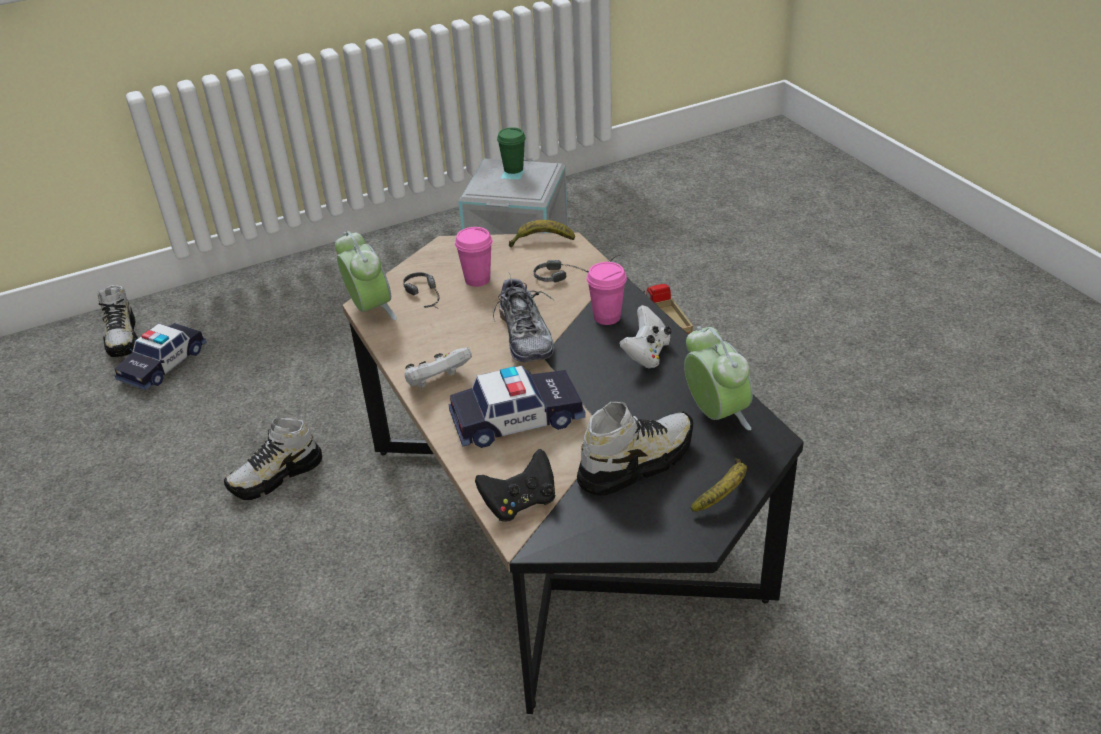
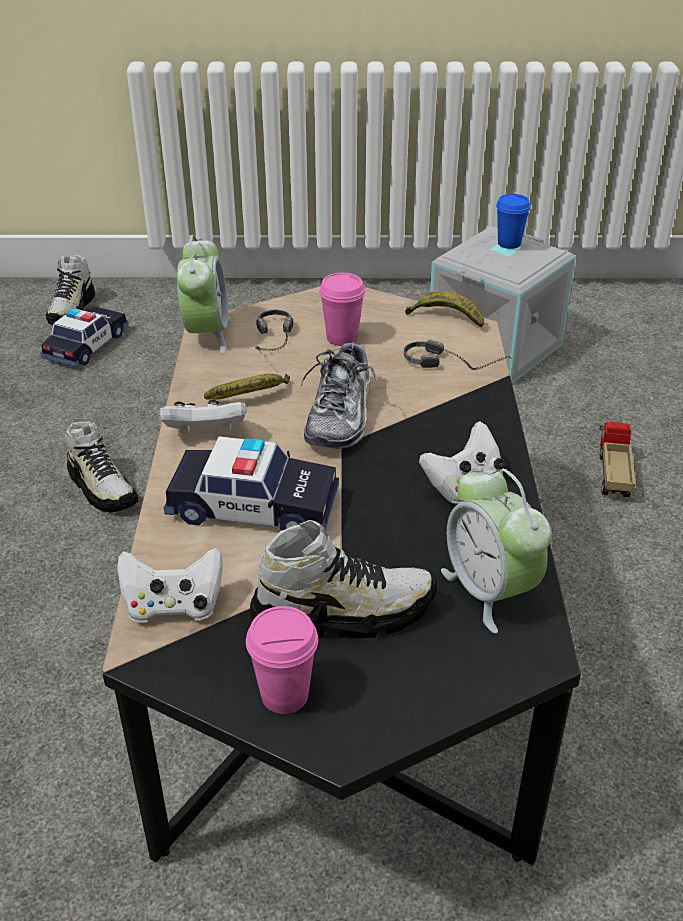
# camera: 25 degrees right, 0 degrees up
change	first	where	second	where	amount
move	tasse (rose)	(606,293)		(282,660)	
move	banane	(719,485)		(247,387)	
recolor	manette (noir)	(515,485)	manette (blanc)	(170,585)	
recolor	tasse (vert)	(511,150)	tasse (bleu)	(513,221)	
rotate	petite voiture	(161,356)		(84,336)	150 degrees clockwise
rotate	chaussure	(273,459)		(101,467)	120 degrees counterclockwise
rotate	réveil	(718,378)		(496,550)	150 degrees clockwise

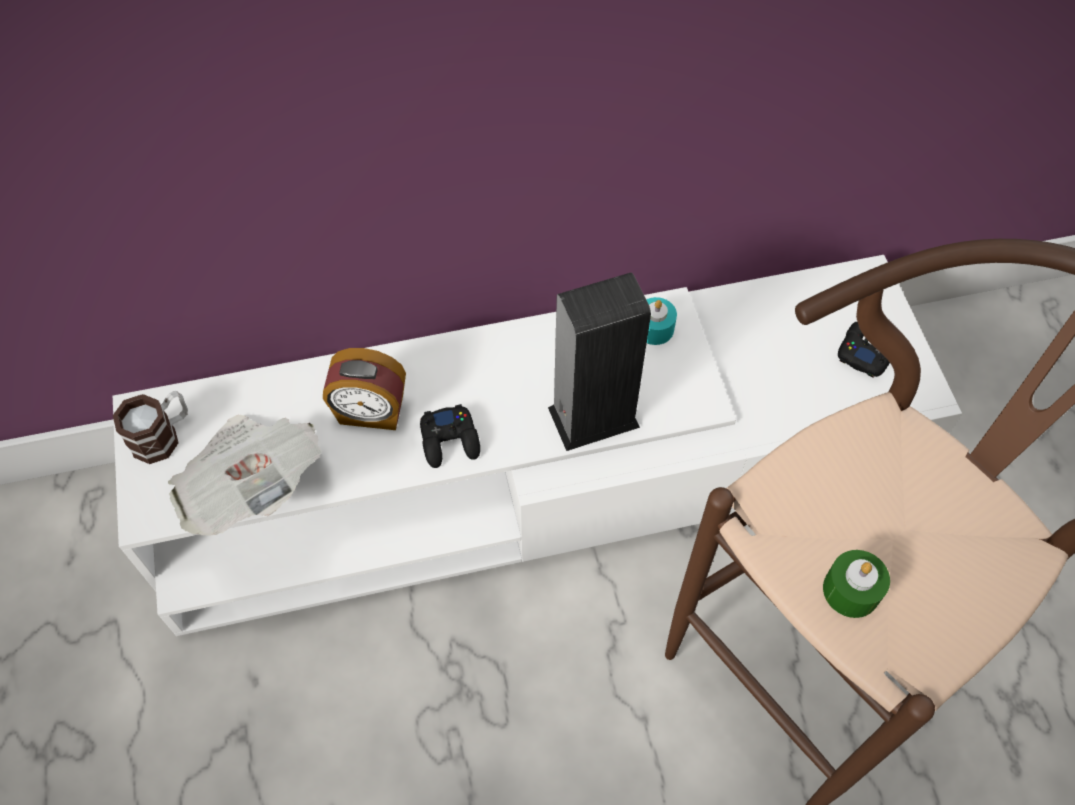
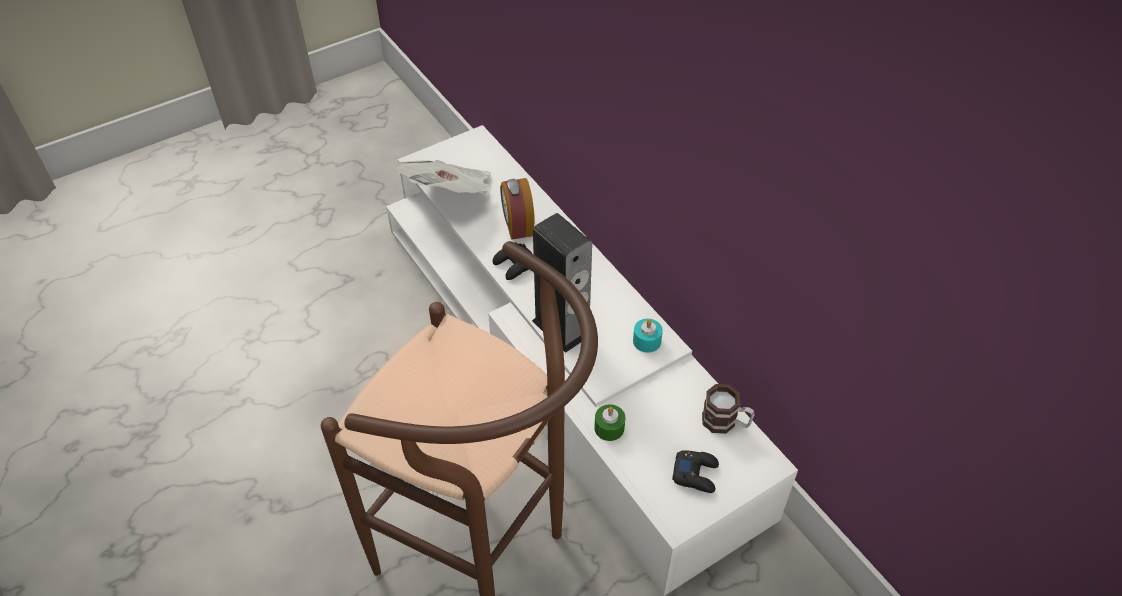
# camera: 70 degrees right, 10 degrees down
change	first	where	second	where	amount
move	mug	(150,427)		(728,409)	
move	bougie (vert)	(856,584)		(609,422)	

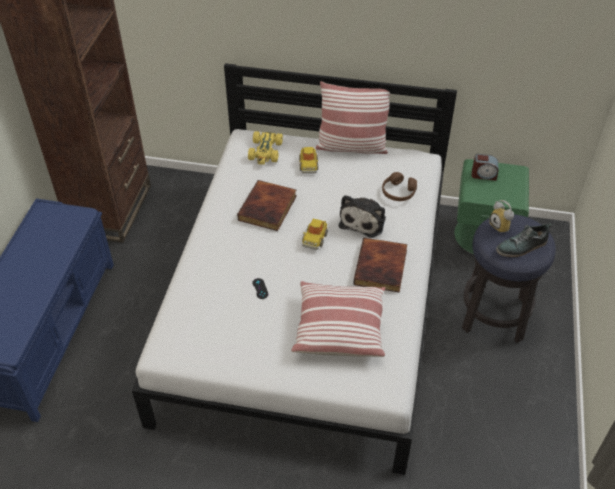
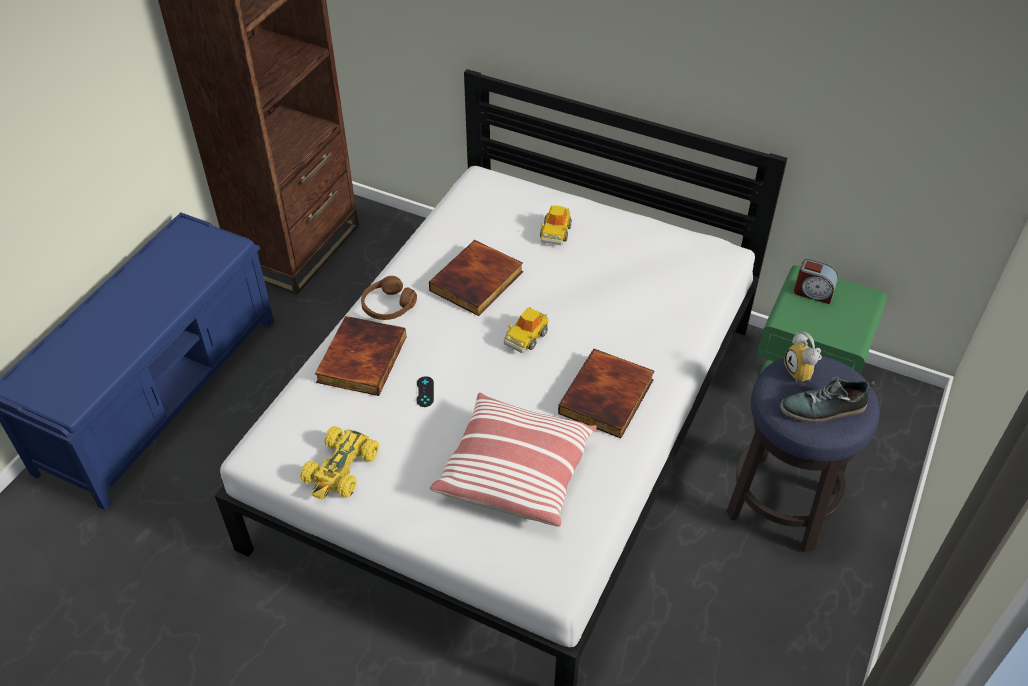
# camera: 15 degrees right, 0 degrees up
change	first	where	second	where	amount
delete	coussin	(353,117)			
delete	peluche	(362,216)			
insert			livre	(360,356)	
move	petite voiture (jaune)	(265,148)		(339,463)	
move	casque audio (marron)	(399,186)		(389,298)	

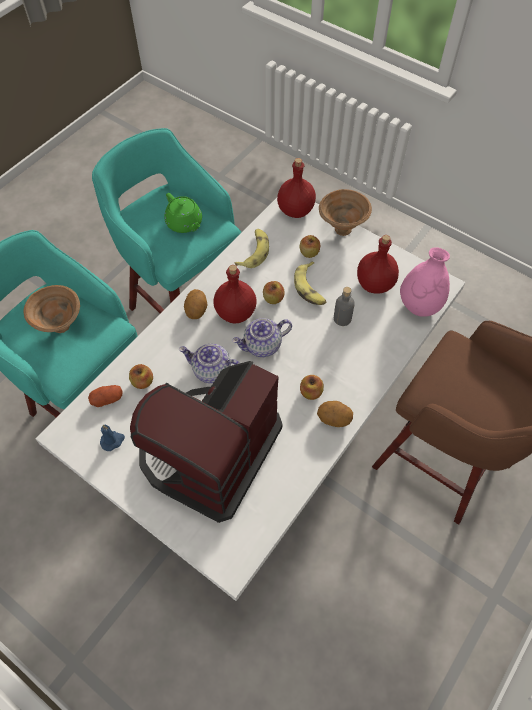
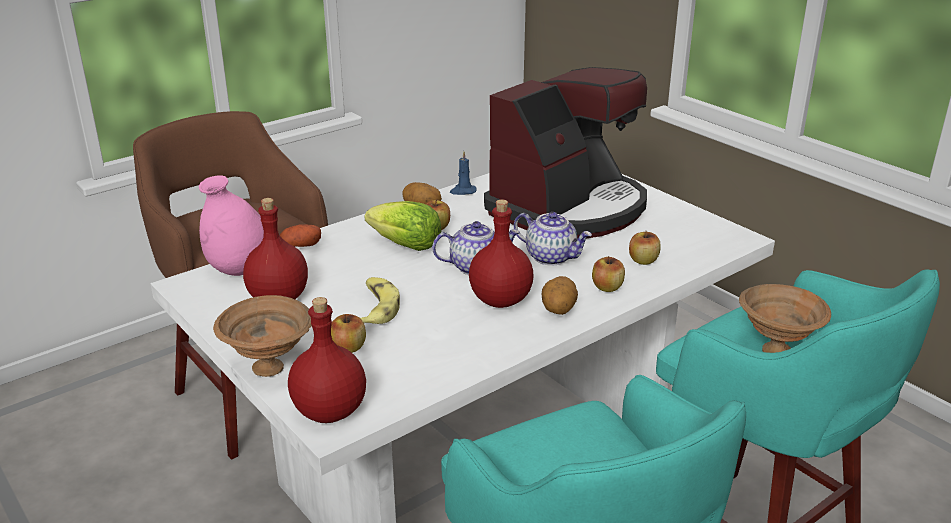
# camera: 165 degrees left, 30 degrees down
change	first	where	second	where	amount
delete	théière (vert)	(183,213)			
delete	banane	(252,248)			
delete	bouteille (gris)	(344,306)			
insert			laitue	(403,226)	
move	pomme de terre	(105,396)		(300,235)	
move	bougie (bleu)	(112,438)		(463,173)	
move	pomme	(274,292)		(608,274)	

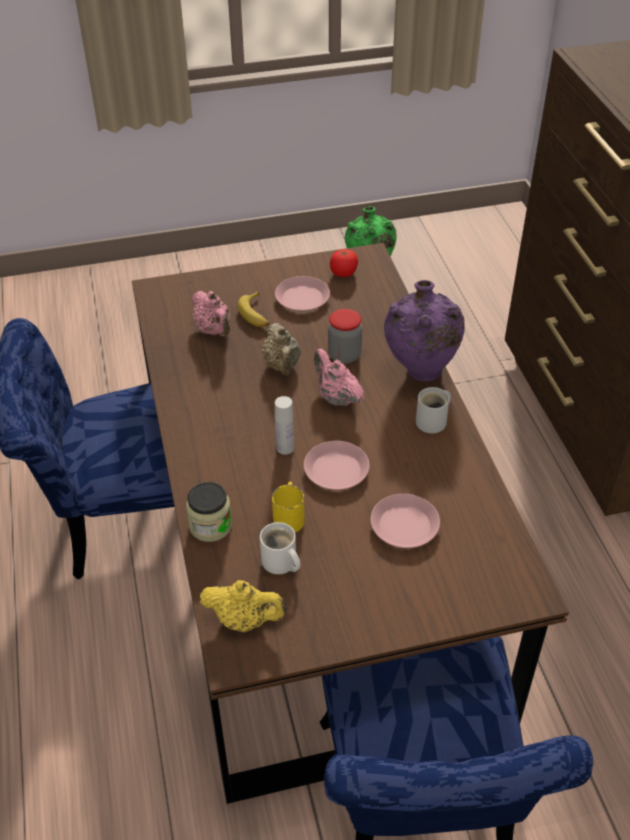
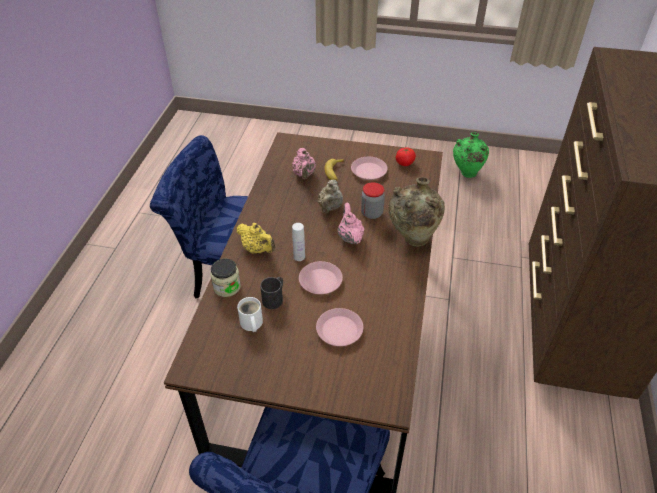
# camera: 25 degrees right, 0 degrees up
change	first	where	second	where	amount
delete	mug (blanc)	(433,410)			
move	théière (jaune)	(243,606)		(255,238)	
recolor	mug (jaune)	(288,507)	mug (noir)	(271,293)	
recolor	vase (violet)	(424,330)	vase (beige)	(416,212)	

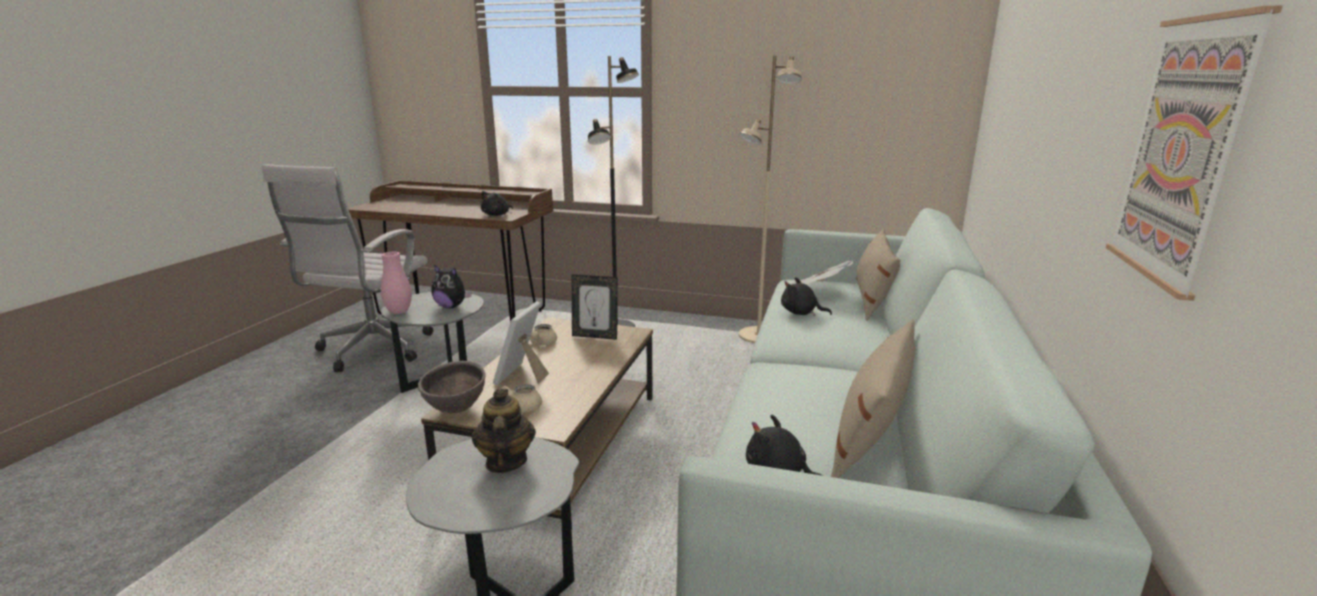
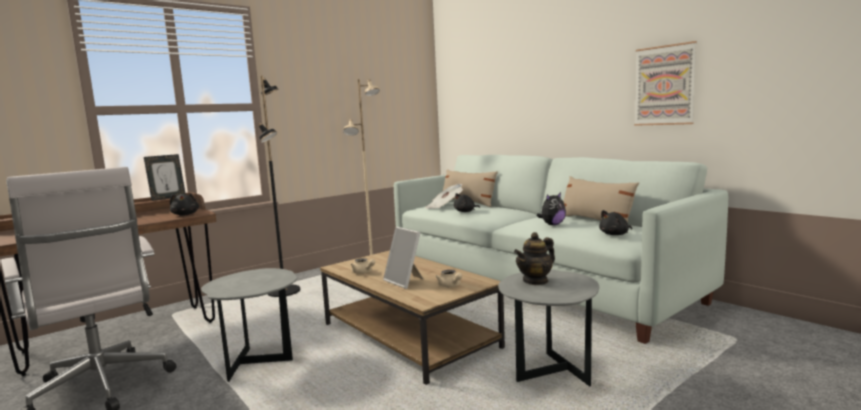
# camera: 55 degrees left, 10 degrees down
change	first	where	second	where	amount
delete	vase (rose)	(396,283)			
delete	bol (marron)	(451,387)			
move	peluche	(451,286)		(551,208)	
move	cadre photo	(595,307)		(165,177)	
rotate	théière	(504,430)		(534,258)	60 degrees counterclockwise

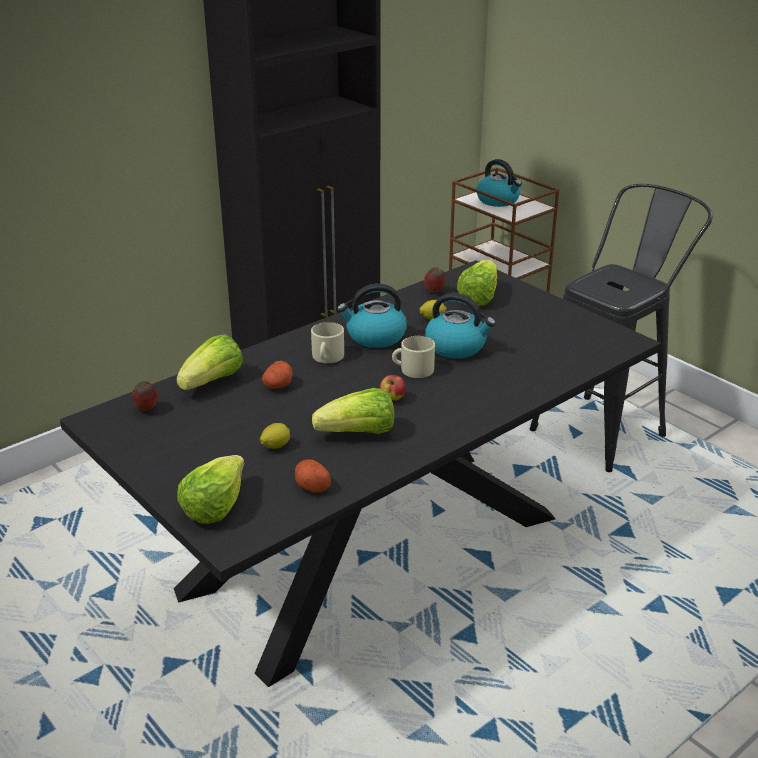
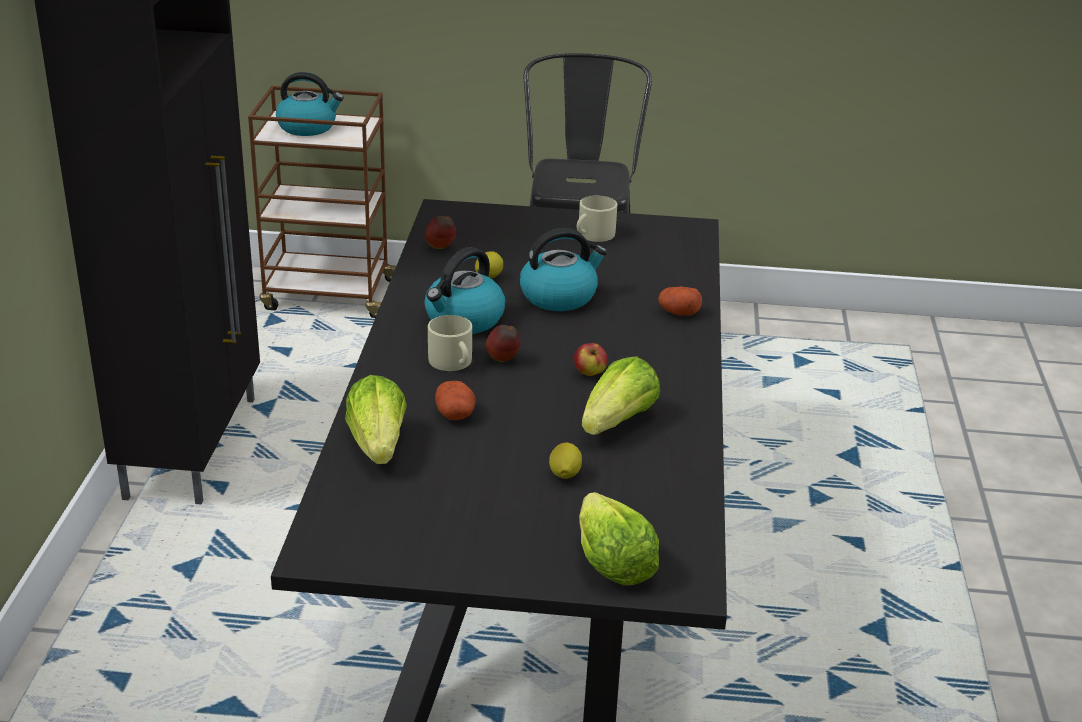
# camera: 45 degrees left, 0 degrees up
change	first	where	second	where	amount
delete	laitue	(477,283)			
move	pomme	(145,395)		(503,343)	
move	pomme de terre	(313,476)		(680,301)	
move	mug (beige)	(413,357)		(597,218)	

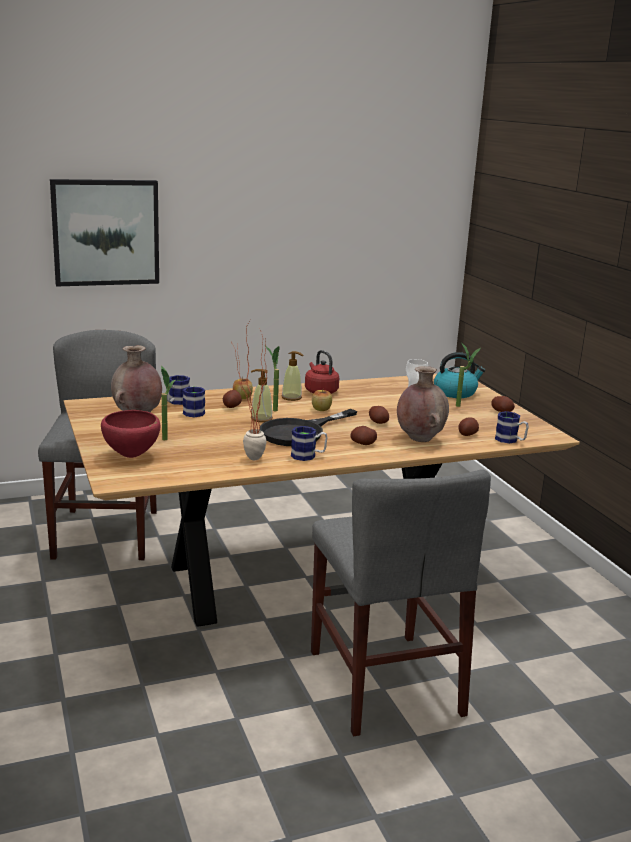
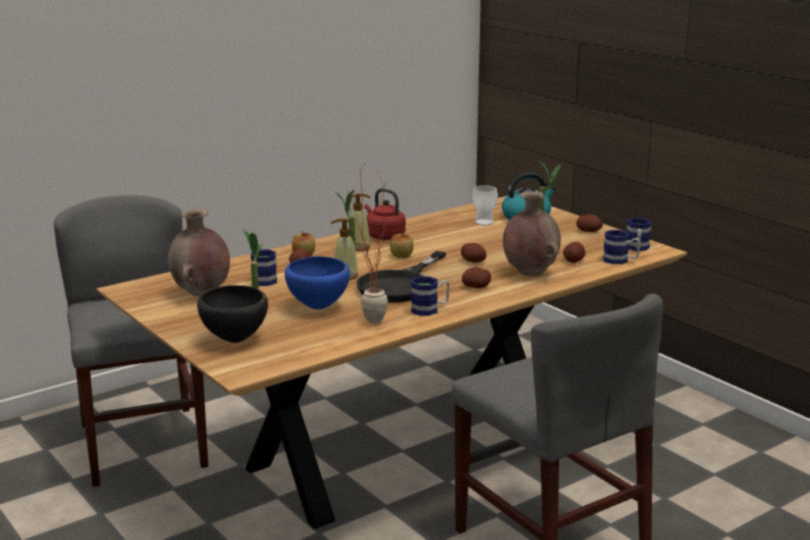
# camera: 15 degrees left, 0 degrees up
change	first	where	second	where	amount
delete	tableau	(104,233)			
insert			bol (bleu)	(317,283)	
move	mug	(178,390)		(639,234)	
recolor	bol (rouge)	(130,434)	bol (noir)	(232,314)	

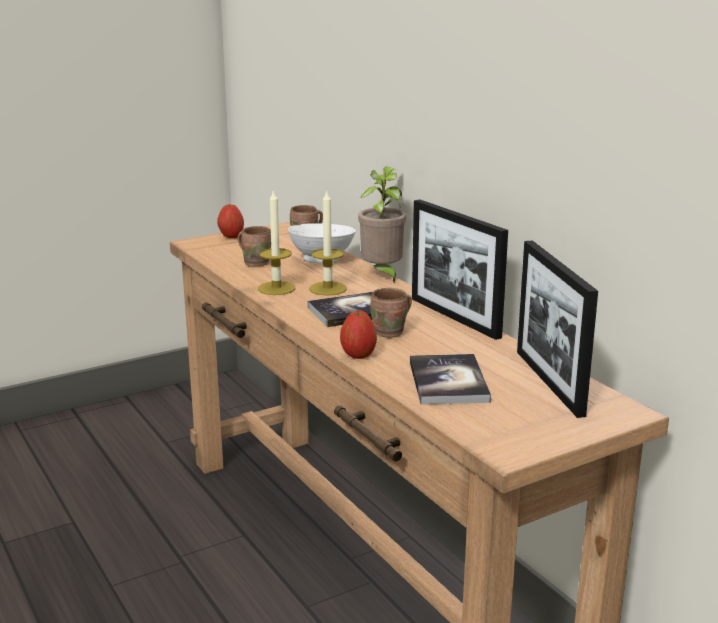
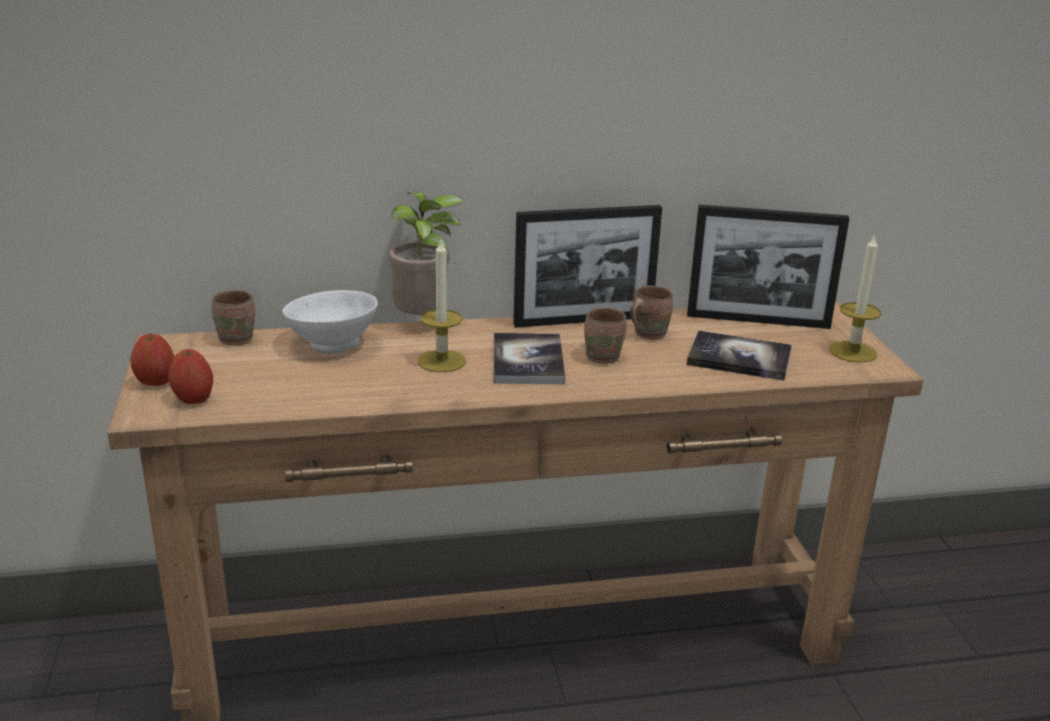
# camera: 70 degrees left, 5 degrees up
change	first	where	second	where	amount
move	mug (marron)	(254,246)		(651,313)	
move	bougie	(277,242)		(855,298)	
move	pomme	(358,335)		(190,376)	

